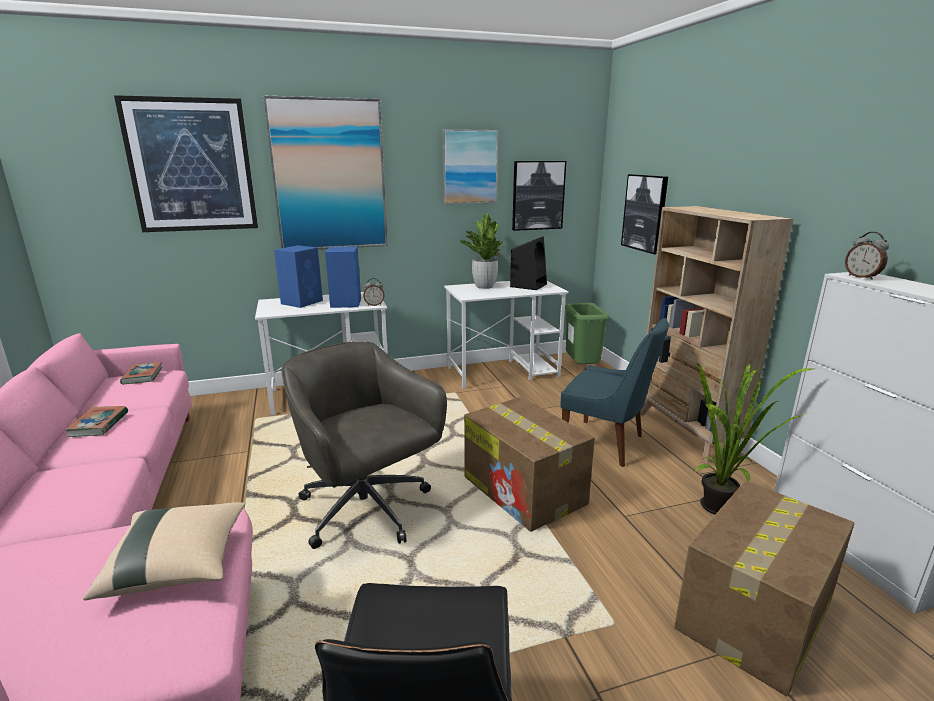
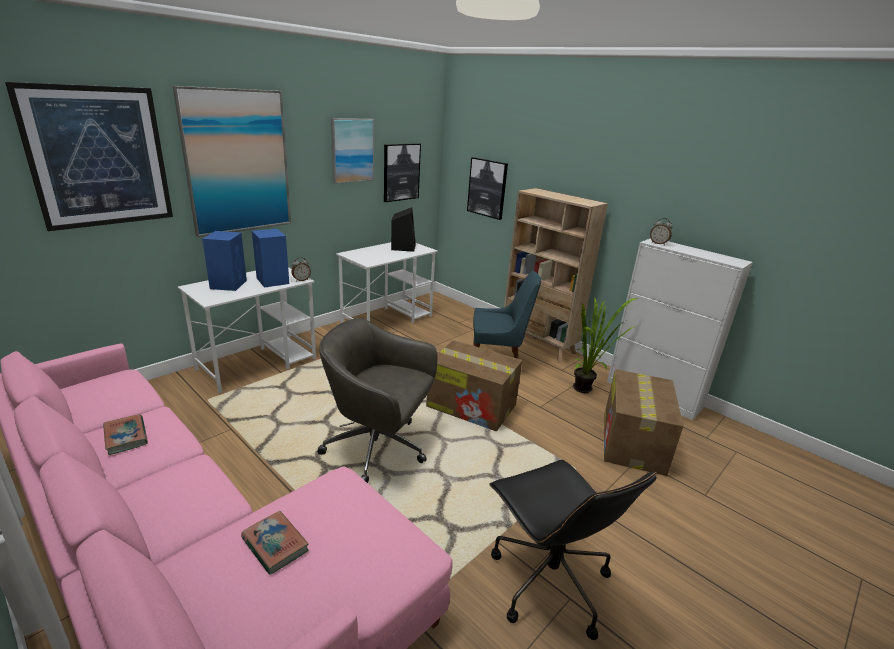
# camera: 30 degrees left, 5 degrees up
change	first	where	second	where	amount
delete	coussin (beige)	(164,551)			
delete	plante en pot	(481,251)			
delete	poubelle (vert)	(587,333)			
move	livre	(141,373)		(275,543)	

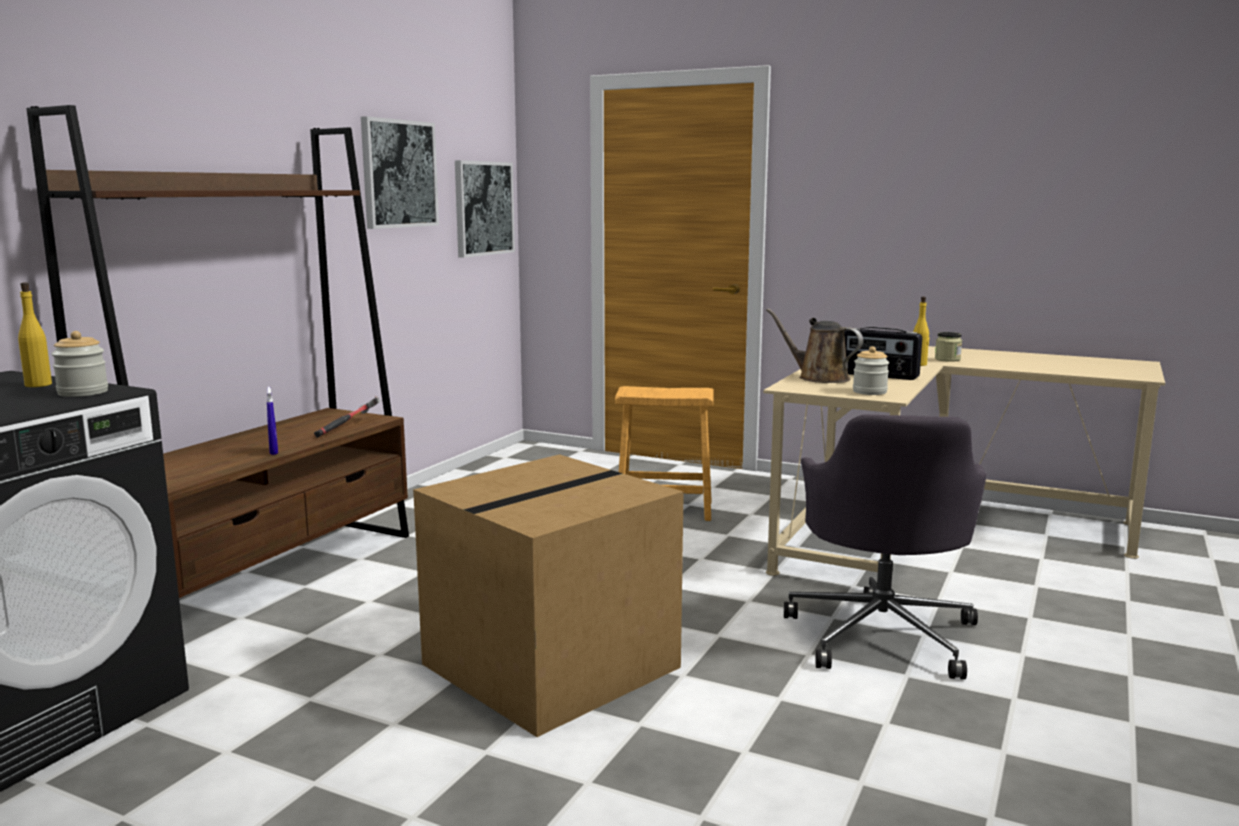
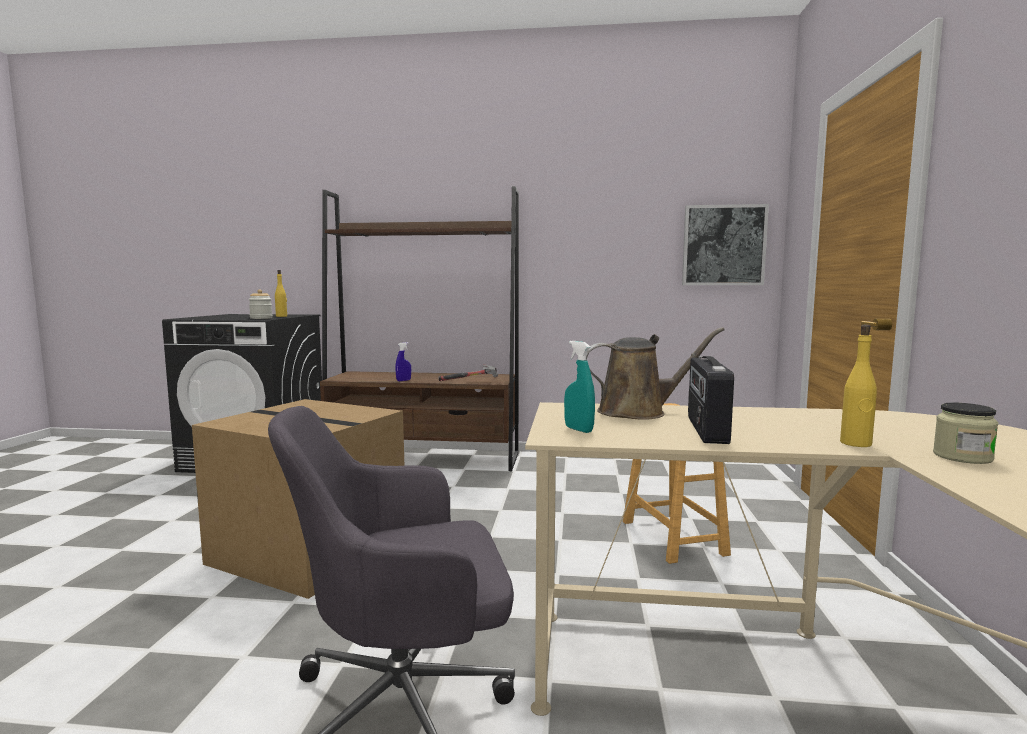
# camera: 70 degrees right, 5 degrees down
change	first	where	second	where	amount
delete	tableau	(400,172)			
replace	bocal	(871,370)	vaporisateur (turquoise)	(579,387)	
rotate	arrosoir (marron)	(814,345)		(655,373)	60 degrees clockwise

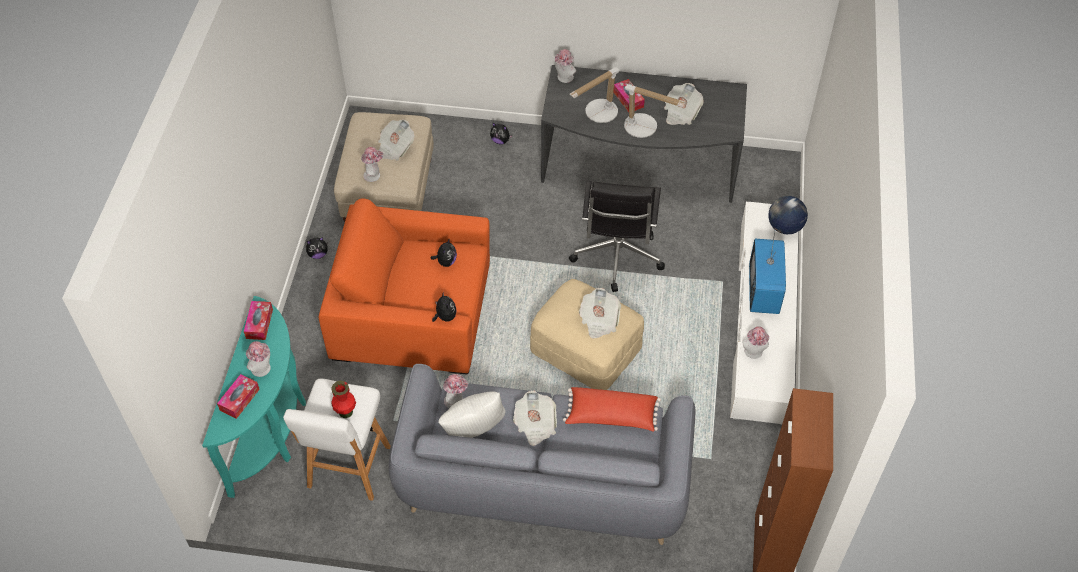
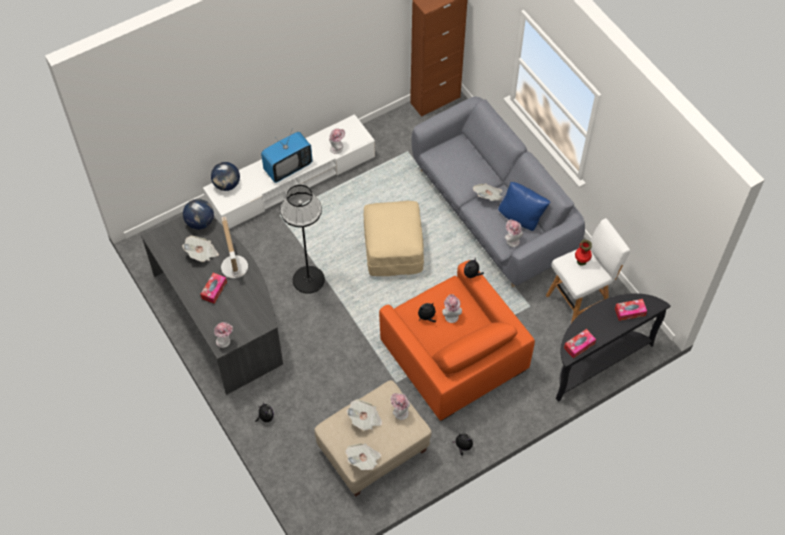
# camera: 130 degrees left, 5 degrees up
change	first	where	second	where	amount
delete	coussin (rouge)	(612,409)			
delete	lampe de table	(594,95)			
insert			globe	(198,214)	
move	chapeau	(258,359)		(452,308)	
move	journal	(600,313)		(363,456)	
replace	chaise de bureau (noir)	(617,236)	lampadaire (noir)	(302,239)	
recolor	table console (turquoise)	(254,397)	table console (noir)	(613,347)	
recolor	coussin (blanc)	(472,414)	coussin (bleu)	(524,206)	

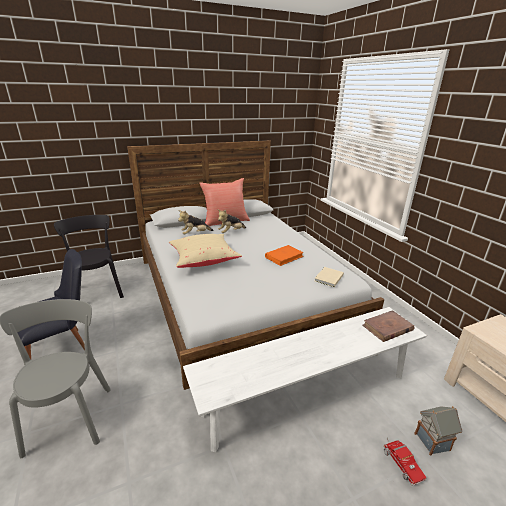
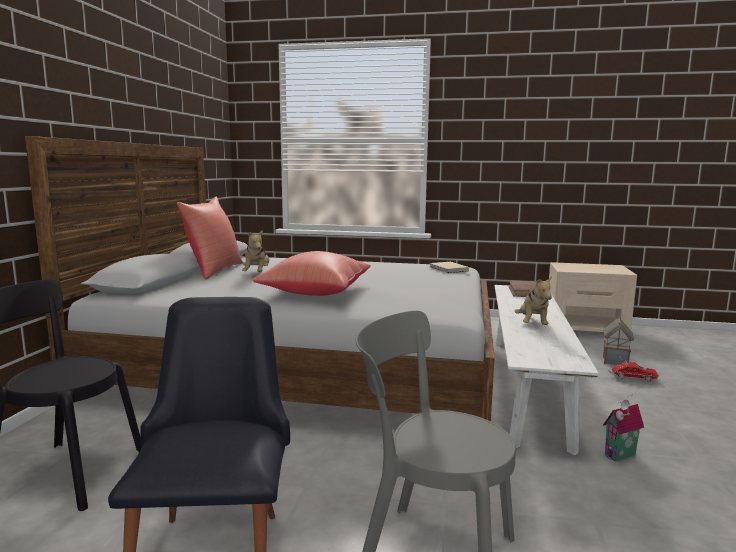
# camera: 55 degrees left, 15 degrees down
change	first	where	second	where	amount
delete	livre (orange)	(284,255)			
insert			maison miniature	(623,430)	
move	peluche	(196,222)		(533,300)	
recolor	coussin (beige)	(205,251)	coussin (rouge)	(312,273)	

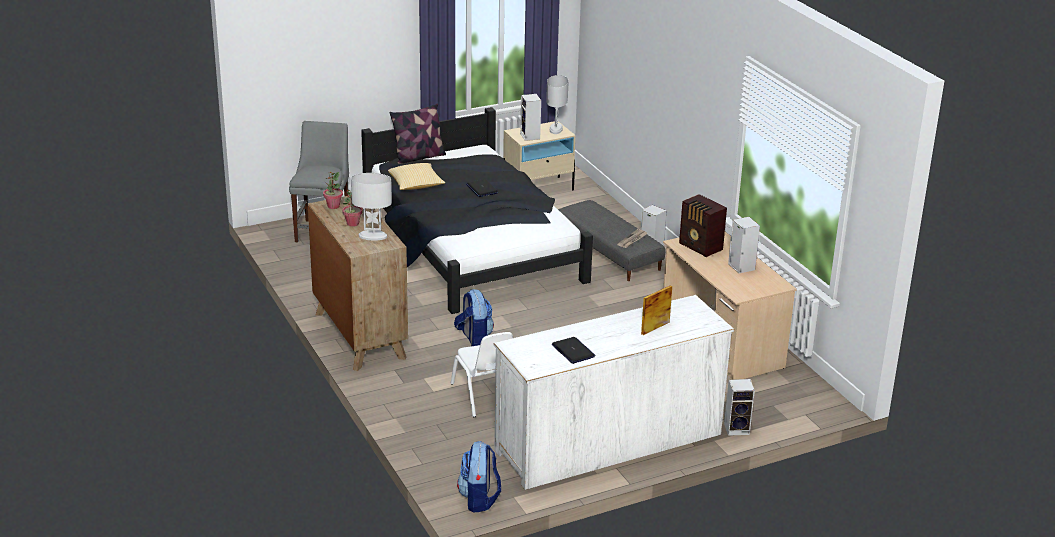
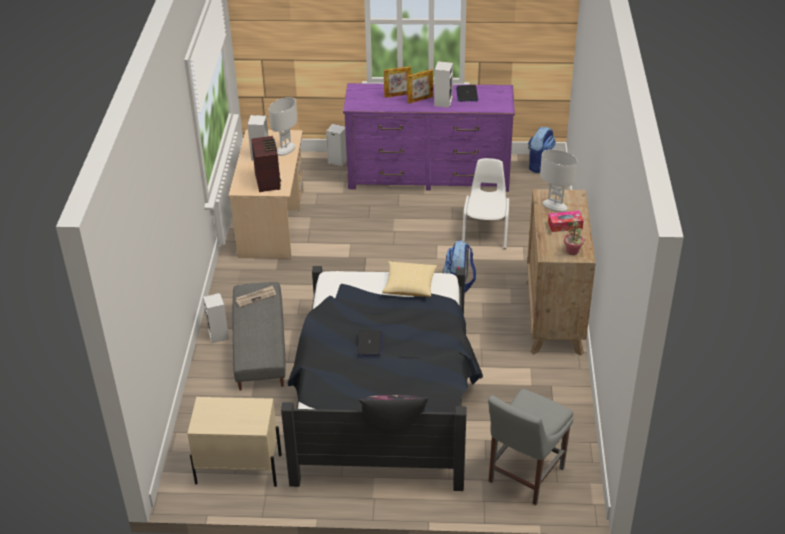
# camera: 150 degrees left, 10 degrees up
change	first	where	second	where	amount
insert			cadre photo	(420,86)	
move	coussin	(416,176)		(409,279)	
move	enceinte	(530,117)		(443,84)	
move	lampe de table (blanc)	(557,104)		(283,126)	
replace	plante en pot	(352,208)	boîte à mouchoirs	(566,221)	
recolor	commode (blanc)	(614,392)	commode (violet)	(429,137)	

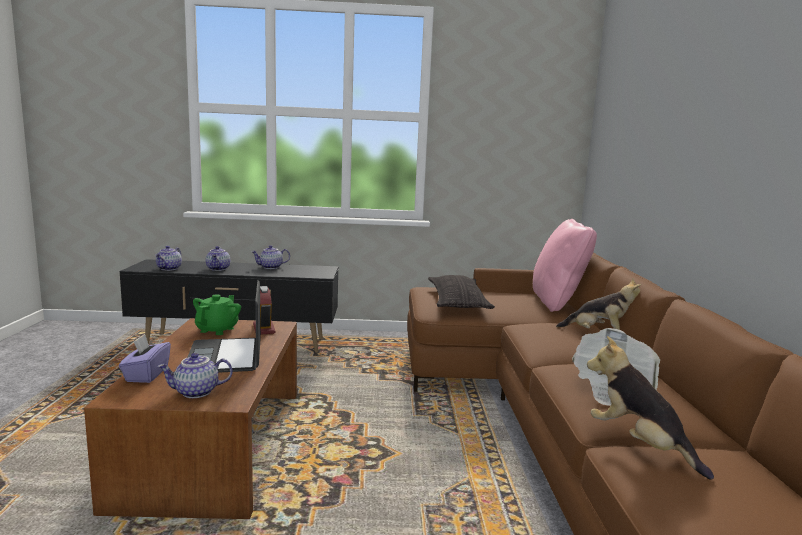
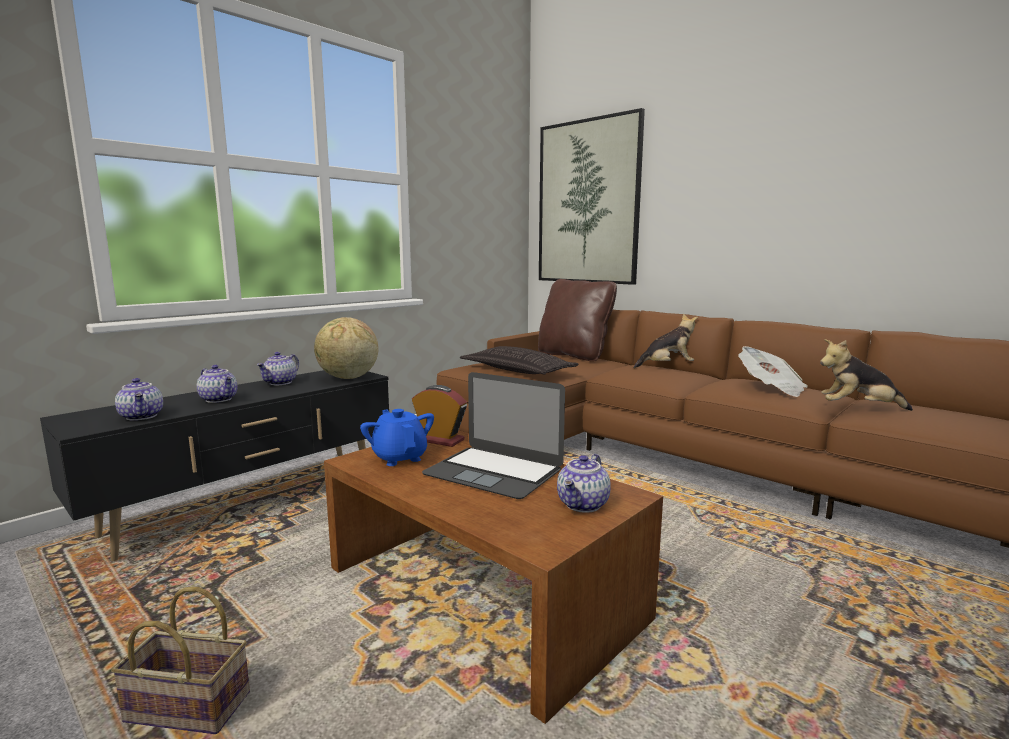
# camera: 45 degrees left, 0 degrees up
change	first	where	second	where	amount
delete	boîte à mouchoirs (violet)	(145,359)			
insert			panier	(180,660)	
insert			globe	(346,348)	
insert			tableau	(592,196)	
recolor	théière (vert)	(217,314)	théière (bleu)	(397,437)	
recolor	coussin (rose)	(565,265)	coussin (marron)	(577,320)	

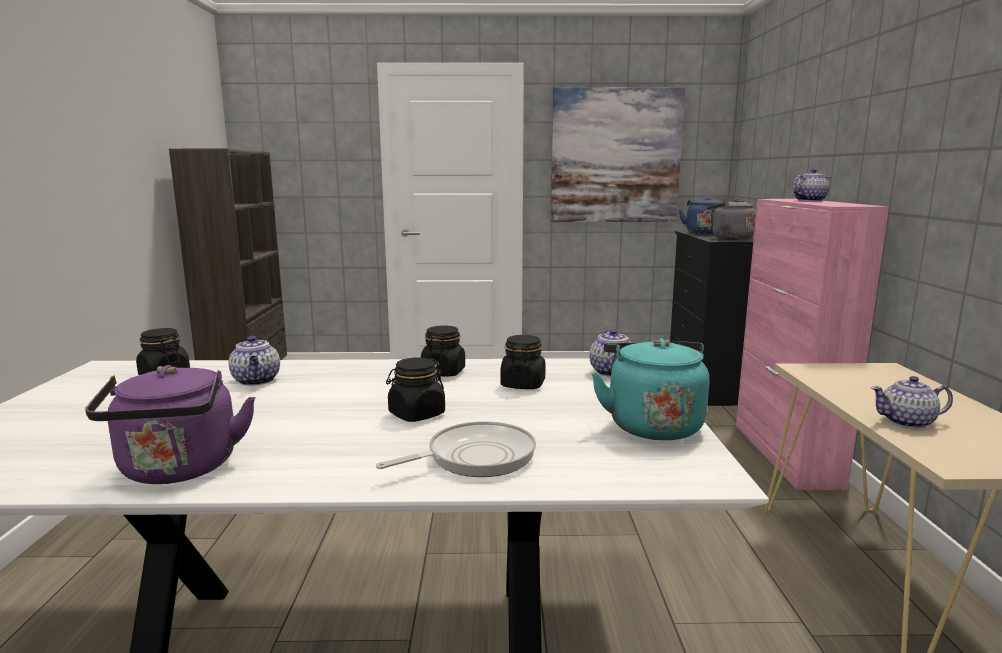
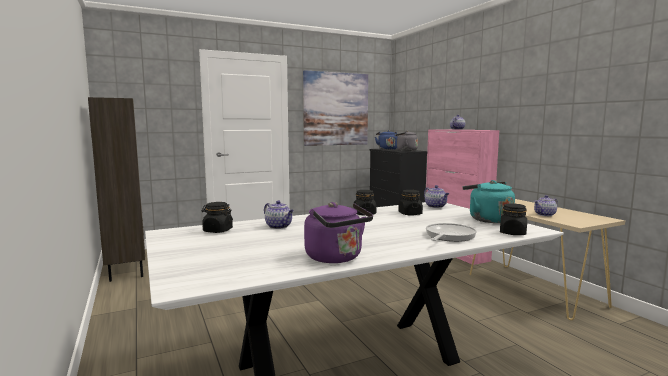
# camera: 25 degrees left, 5 degrees down
change	first	where	second	where	amount
move	bocal (noir)	(415,389)		(513,219)	

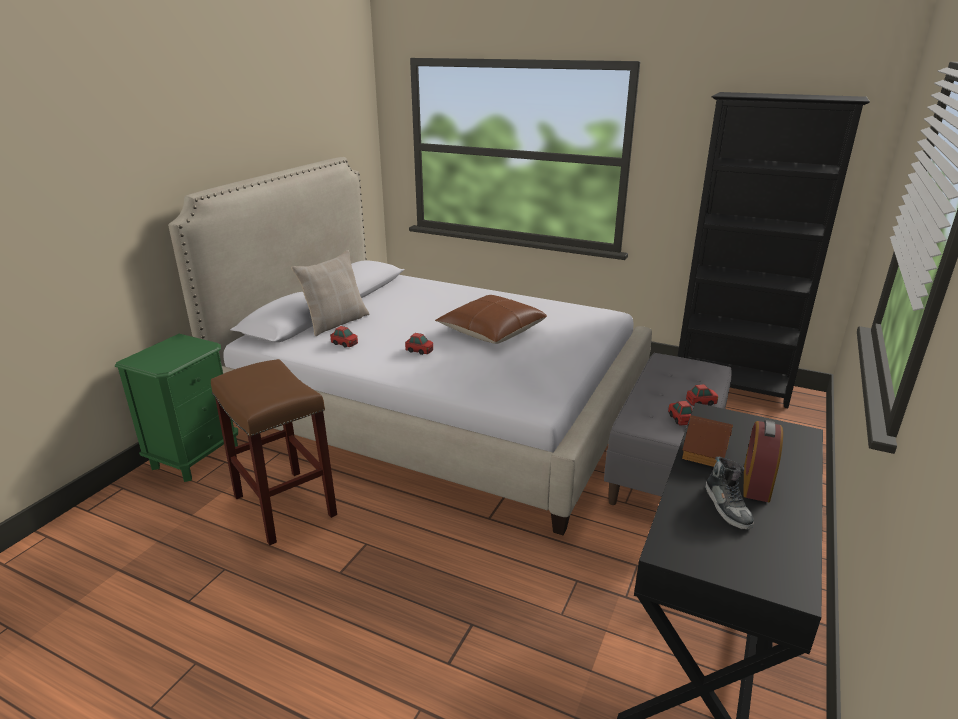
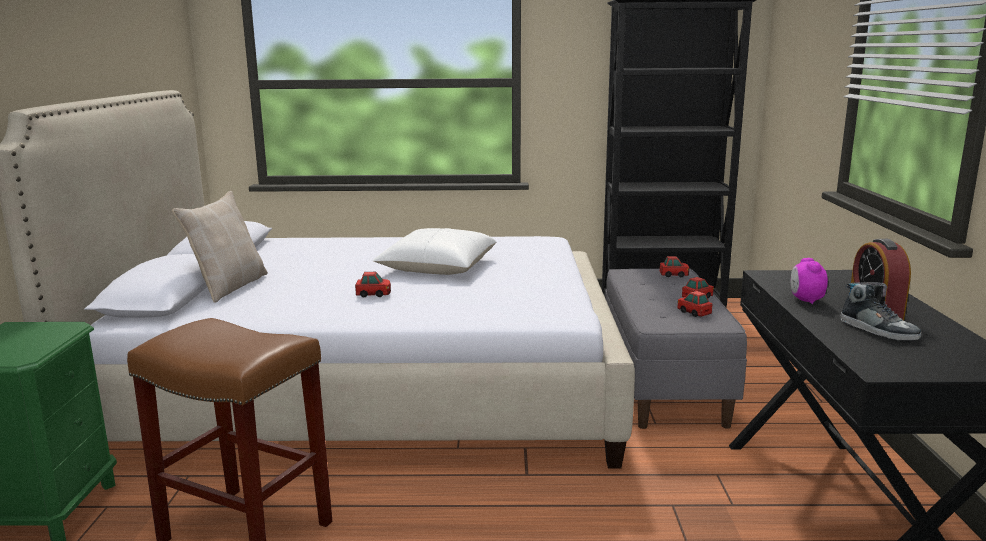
# camera: 25 degrees left, 10 degrees down
change	first	where	second	where	amount
move	petite voiture	(344,337)		(674,266)	
replace	maison miniature	(707,441)	réveil	(809,281)	
recolor	coussin (marron)	(491,319)	coussin (blanc)	(434,251)	

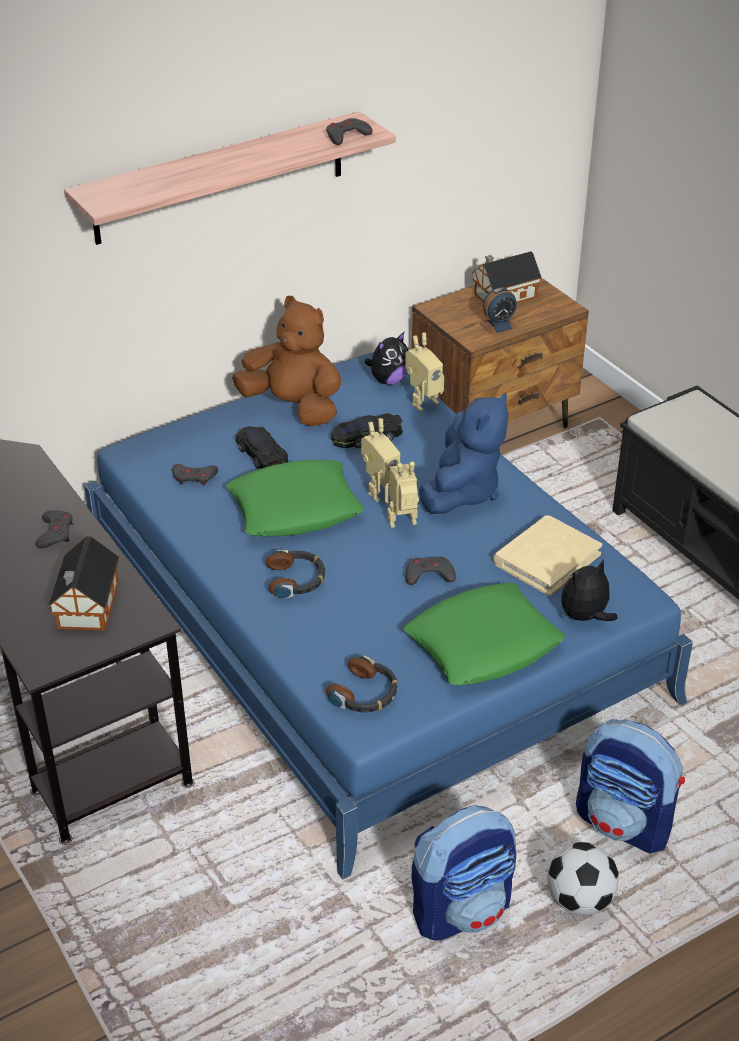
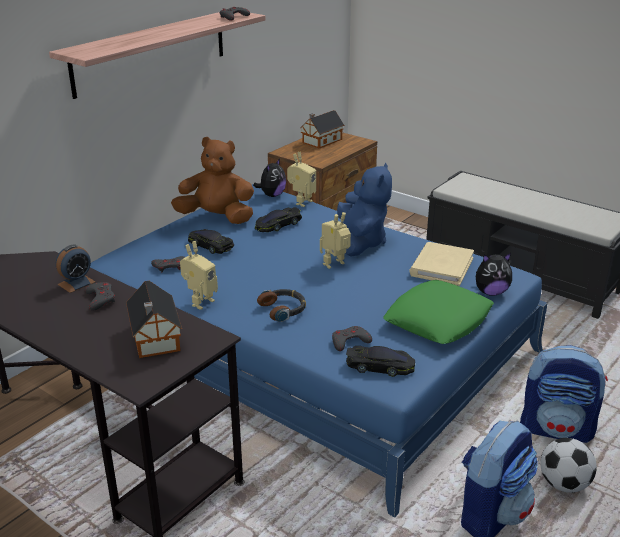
# camera: 20 degrees left, 10 degrees down
change	first	where	second	where	amount
delete	coussin (vert)	(295,498)			
move	robot jouet	(380,460)		(199,275)	
move	manette (gris)	(431,570)		(352,338)	
move	réveil	(498,311)		(75,268)	
replace	casque audio	(362,684)	petite voiture (noir)	(380,361)	
rotate	peluche	(589,589)		(494,274)	135 degrees counterclockwise

